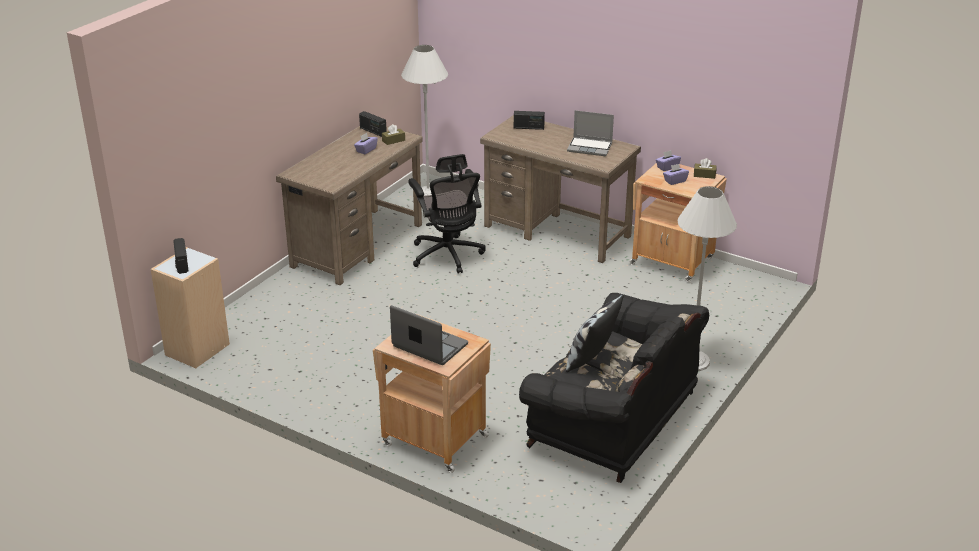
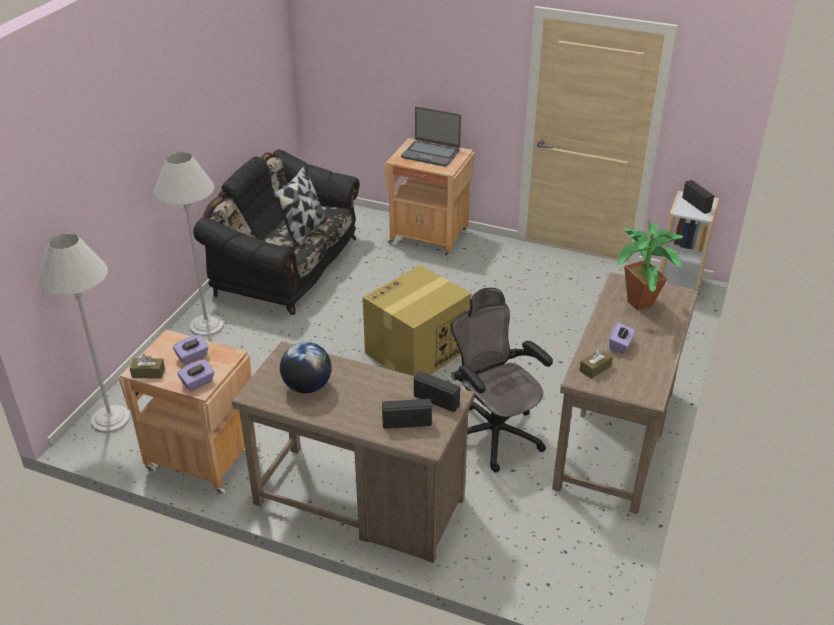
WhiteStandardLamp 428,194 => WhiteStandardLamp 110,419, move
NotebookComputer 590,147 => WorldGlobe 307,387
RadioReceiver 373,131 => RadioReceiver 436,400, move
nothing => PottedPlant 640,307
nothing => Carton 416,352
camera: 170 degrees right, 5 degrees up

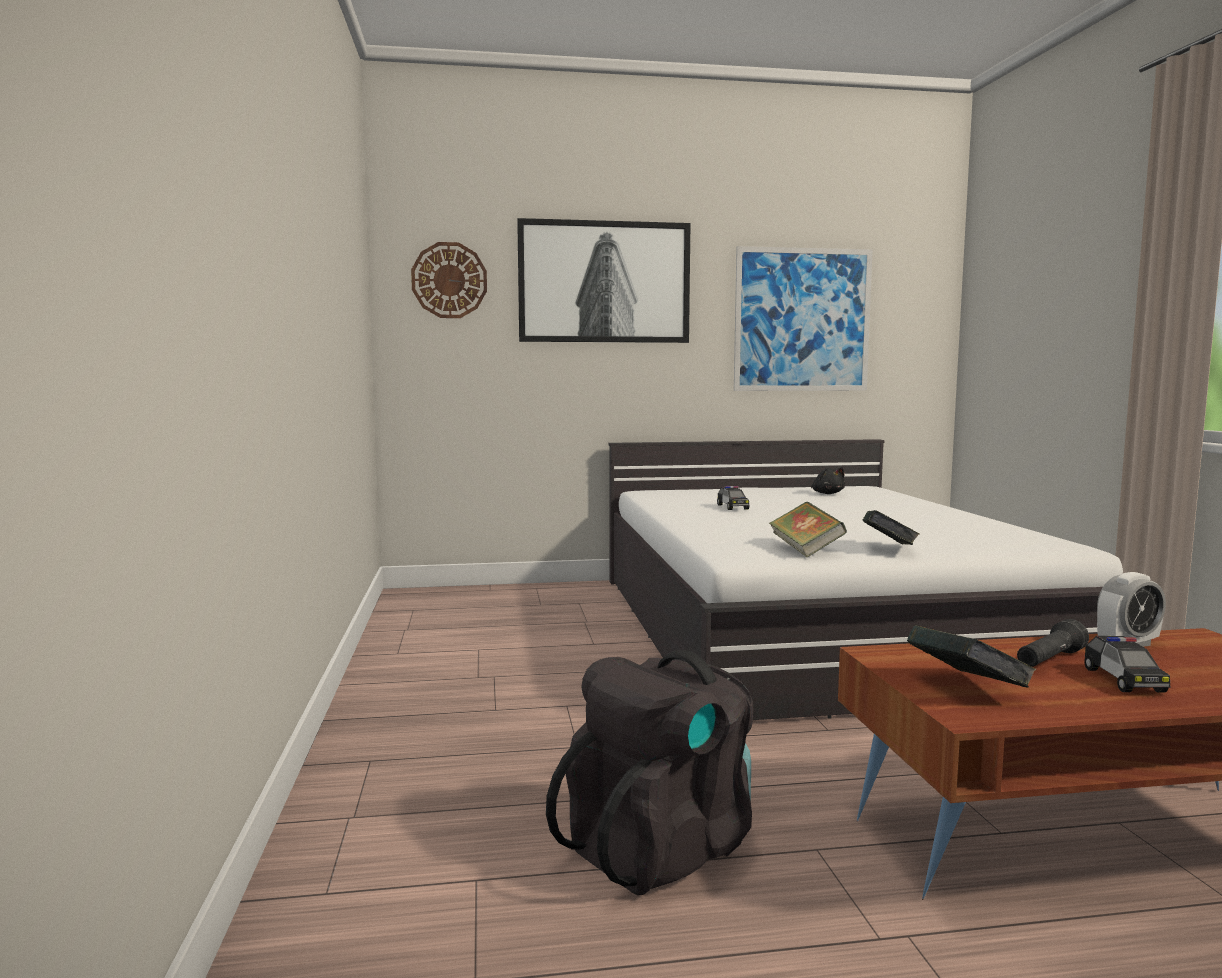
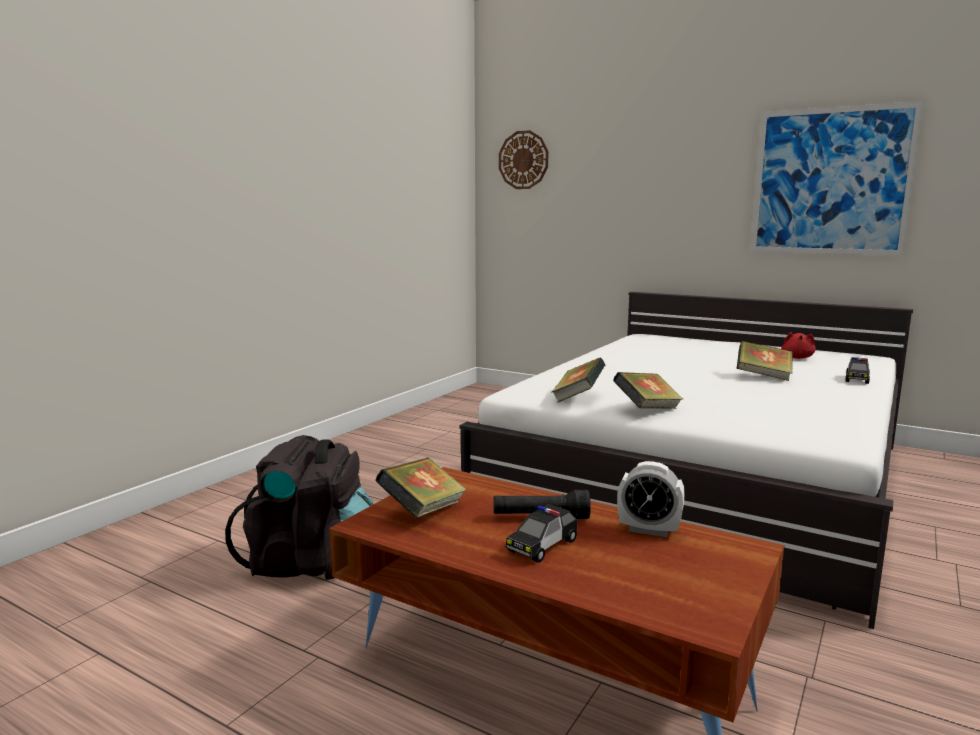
WallArt 604,282 => nothing
BlackColouredPlushToy 827,493 => ReddishPlushToy 797,358
ModelCar 732,507 => ModelCar 857,379, move
nothing => Volume 763,376
camera: 40 degrees right, 5 degrees up

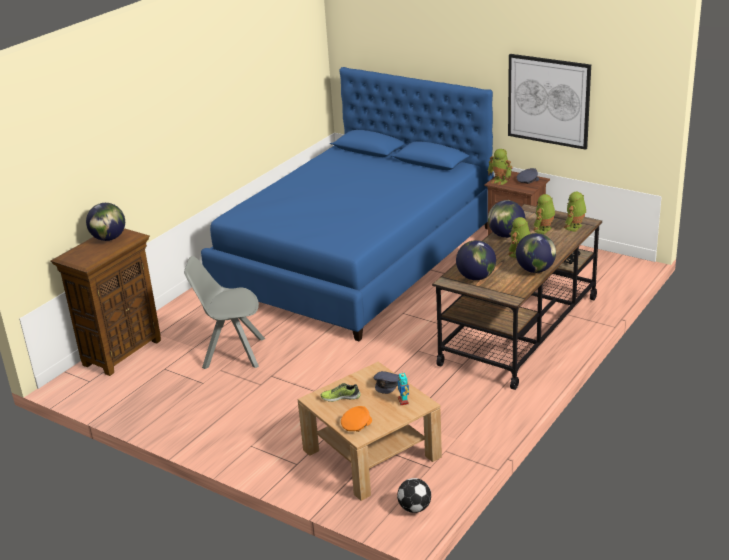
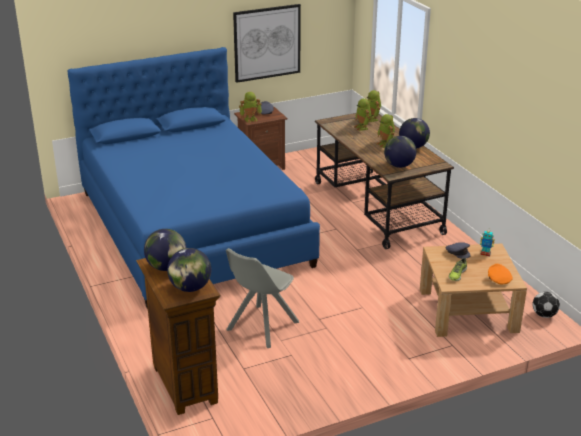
WorldGlobe 506,235 => WorldGlobe 190,288, move
camera: 60 degrees left, 0 degrees up

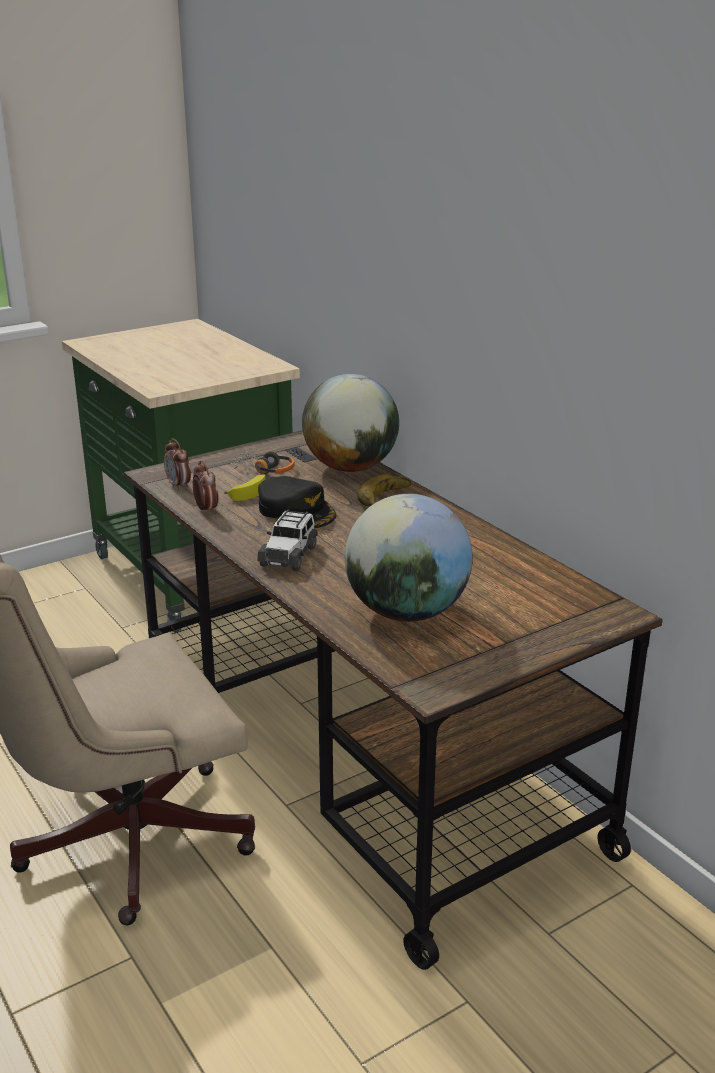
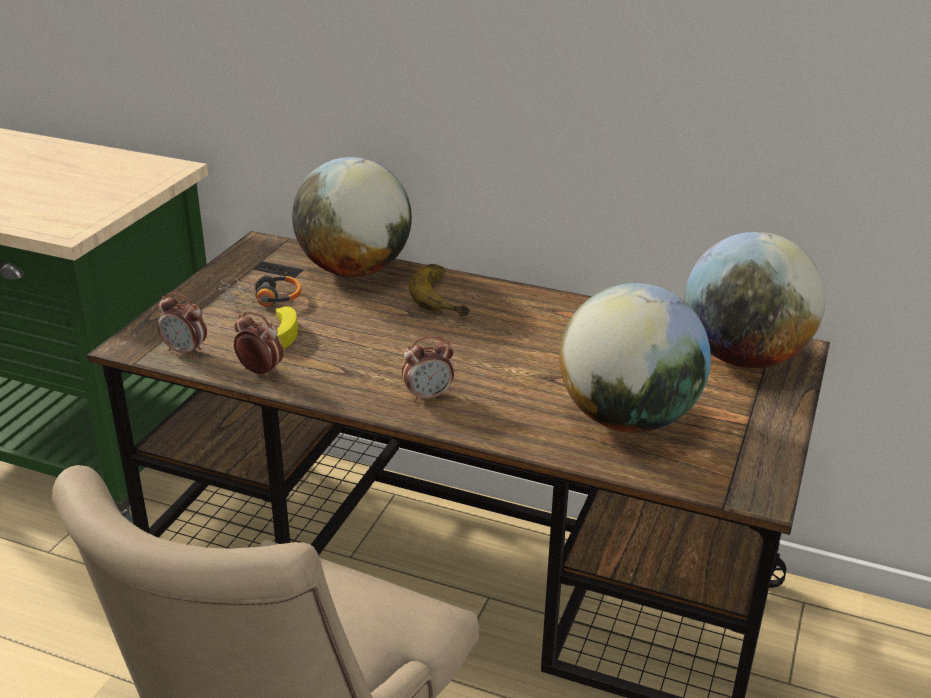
BlackColouredCap 296,511 => nothing
ModelCar 289,555 => TableClock 428,396
nothing => WorldGlobe 743,357
camera: 35 degrees left, 5 degrees up

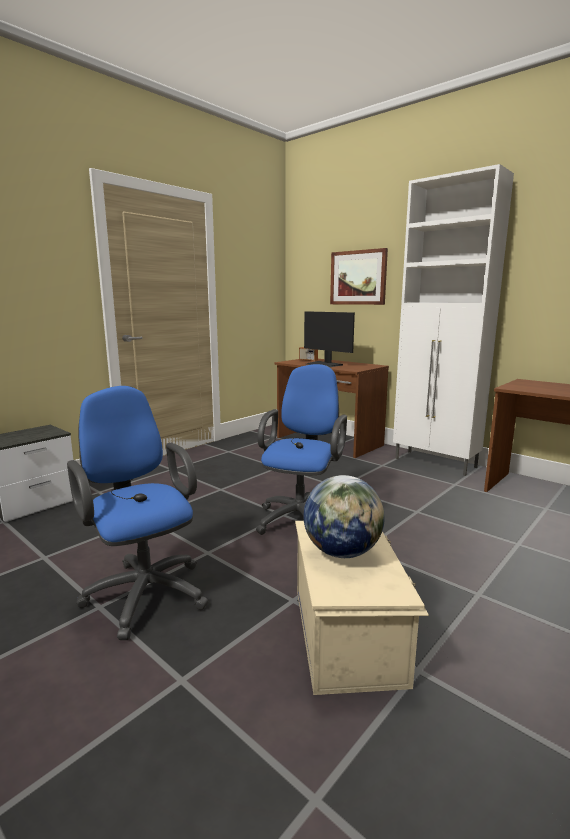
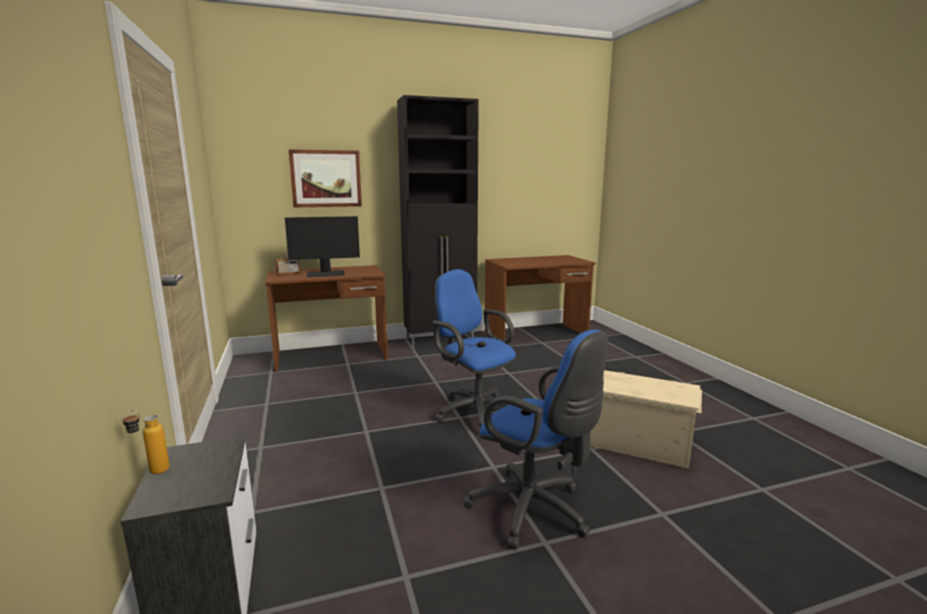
WhiteStorageCabinet 436,463 => BlackColouredStorageCabinet 441,341
BluishOfficeChair 144,591 => BluishOfficeChair 534,512, 135 degrees counterclockwise
WorldGlobe 342,552 => nothing
nothing => DrinkBottle 151,472
camera: 60 degrees left, 0 degrees up

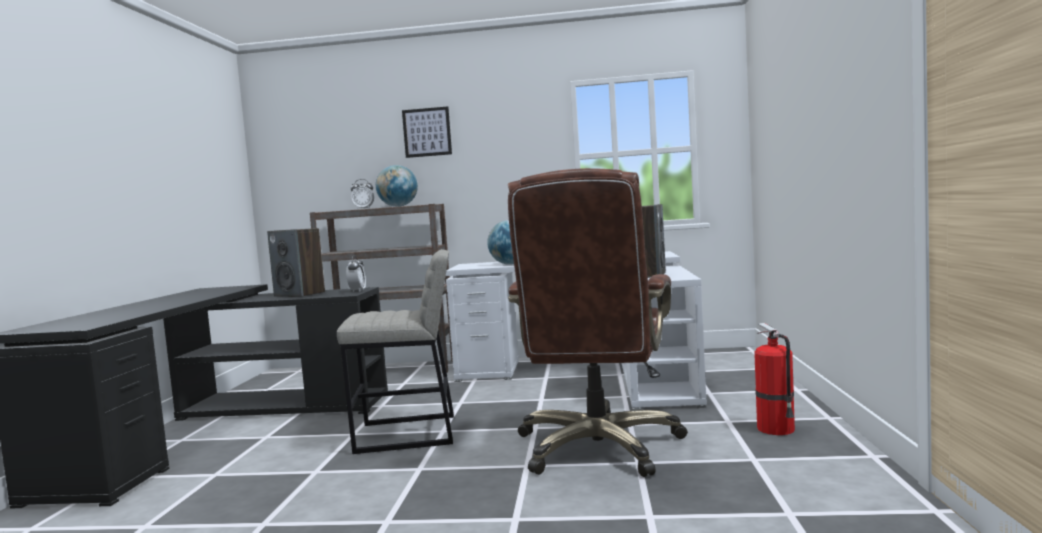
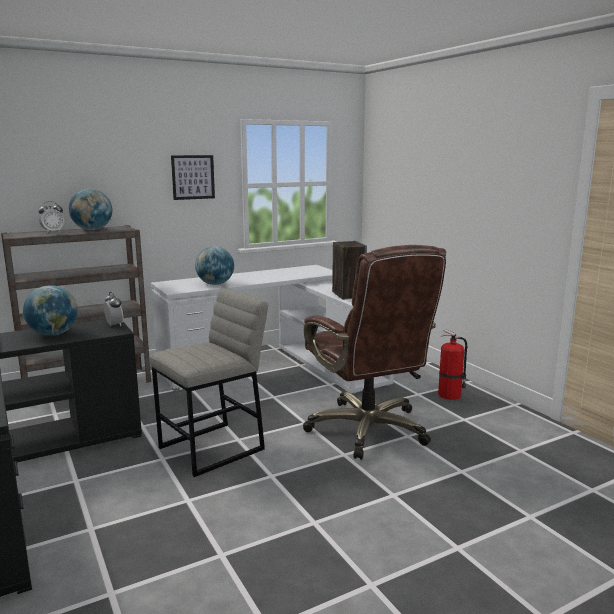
WallArt 427,132 => WallArt 193,177, move
Speaker 300,294 => WorldGlobe 53,334
camera: 35 degrees left, 10 degrees up

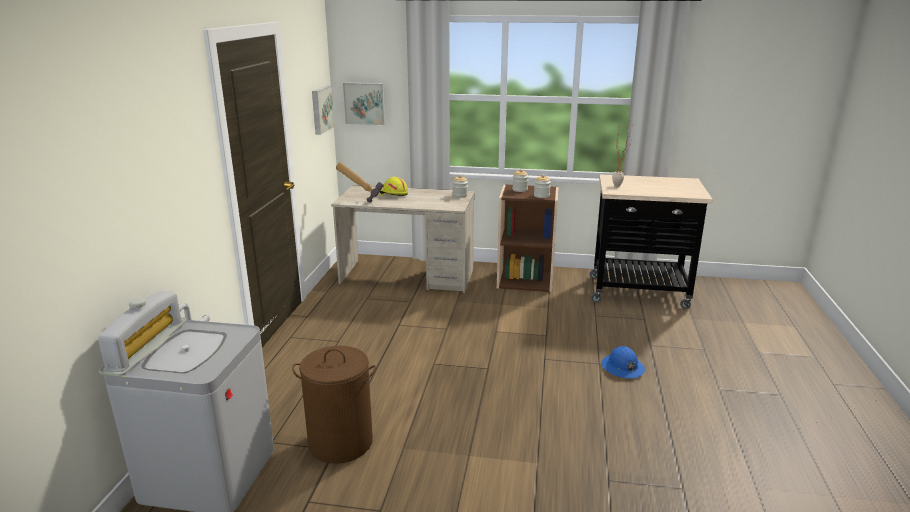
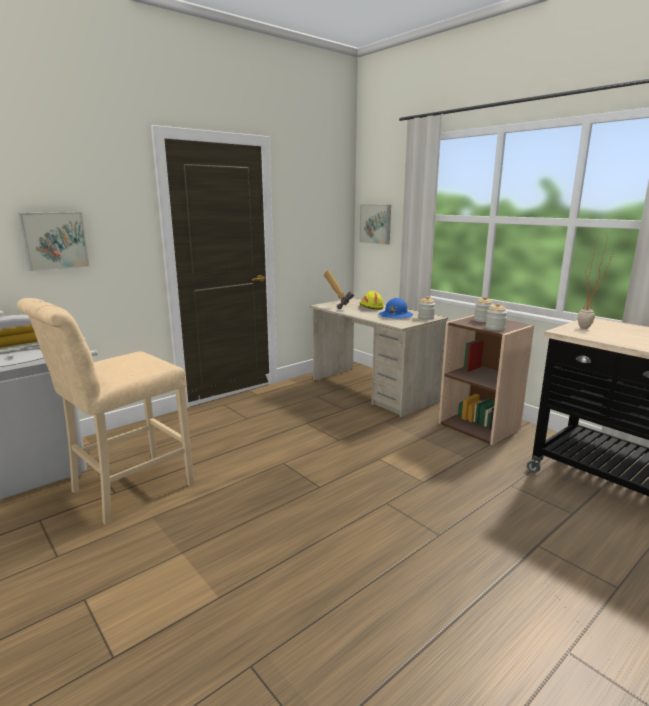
WallArt 321,109 => WallArt 54,240, move
BrownishLaundryBasket 340,443 => BeigeSittingStool 125,490
BluishSafetyHelmet 622,367 => BluishSafetyHelmet 395,315, move
camera: 40 degrees right, 5 degrees down

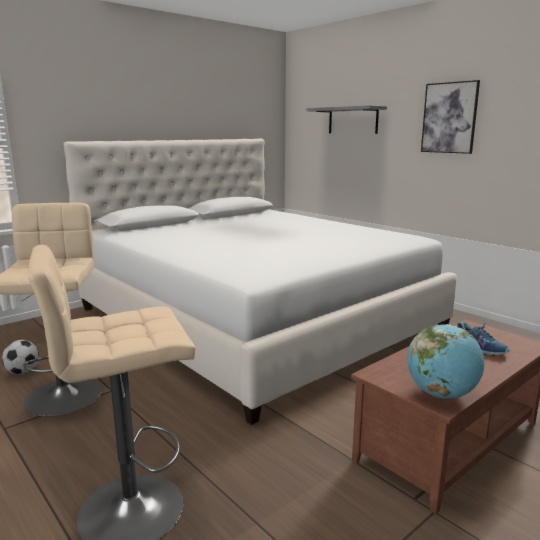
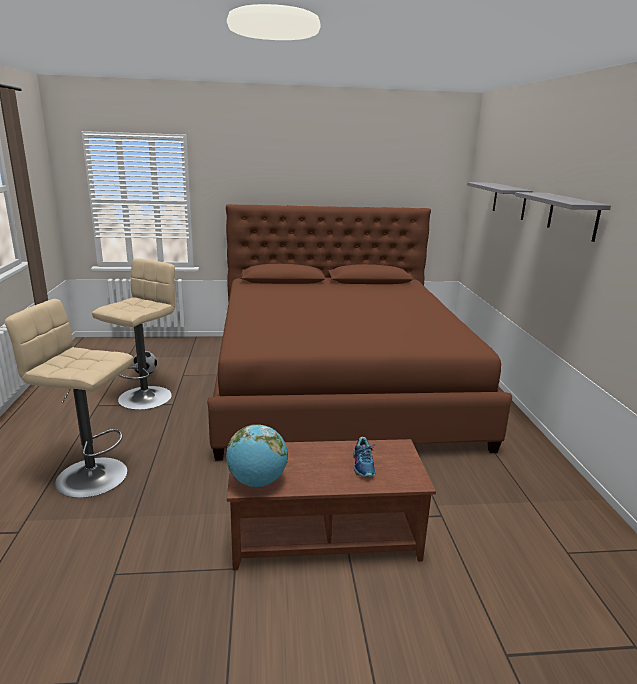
WallArt 449,118 => GrayBracketShelf 572,216
WhiteSleepingBed 255,318 => BrownishSleepingBed 338,383
camera: 35 degrees right, 5 degrees up

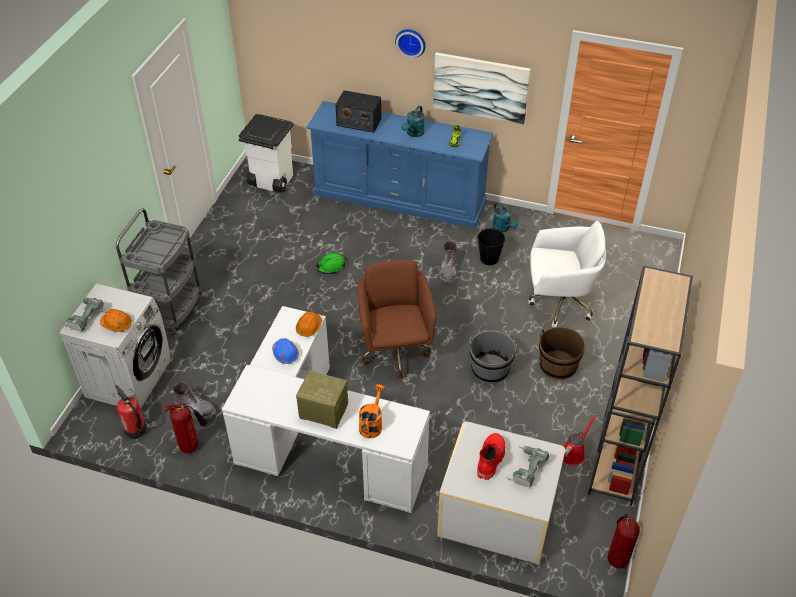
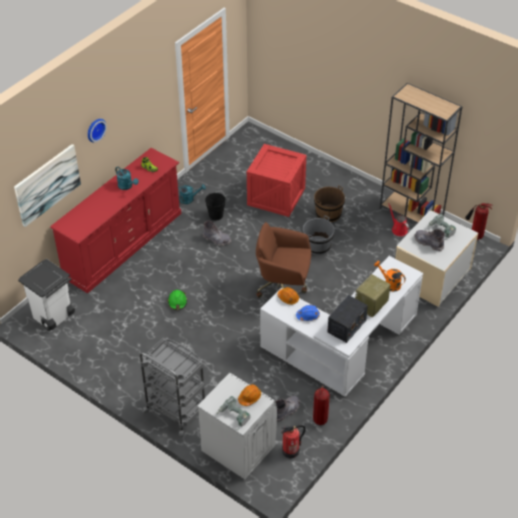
WallArt 480,87 => WallArt 47,184, move
RadioReceiver 358,122 => RadioReceiver 346,326, move
BluishStorageCabinet 400,198 => ReddishStorageCabinet 123,244
WhiteOfficeChair 558,305 => Crate 277,196
ReddishHighTopBoot 490,459 => GrayHighTopBoot 428,243
camera: 70 degrees left, 0 degrees up

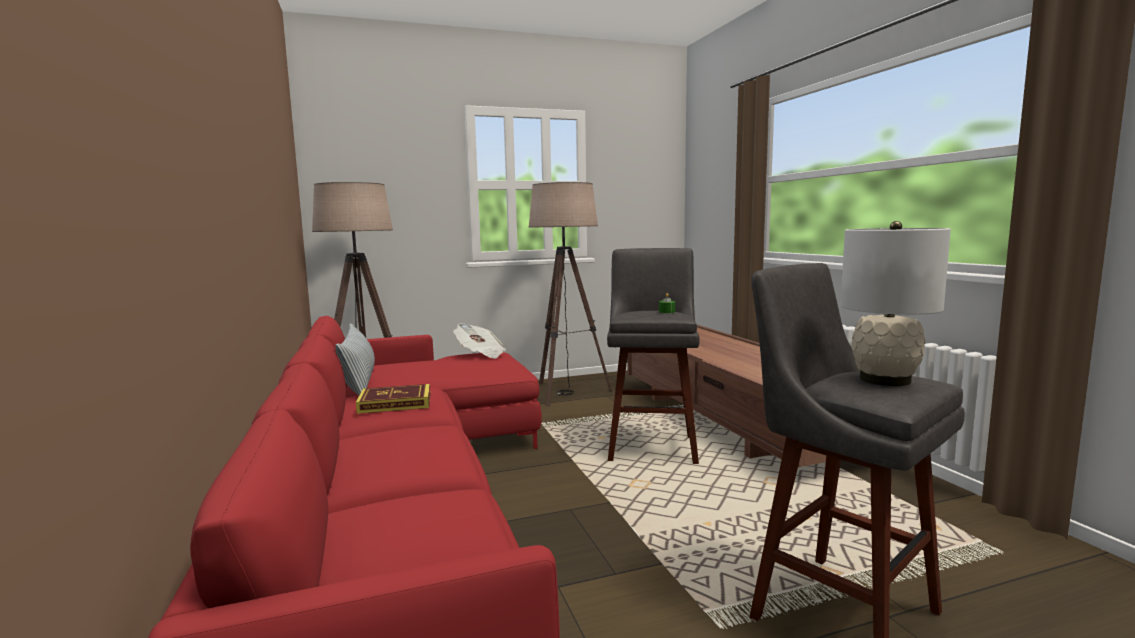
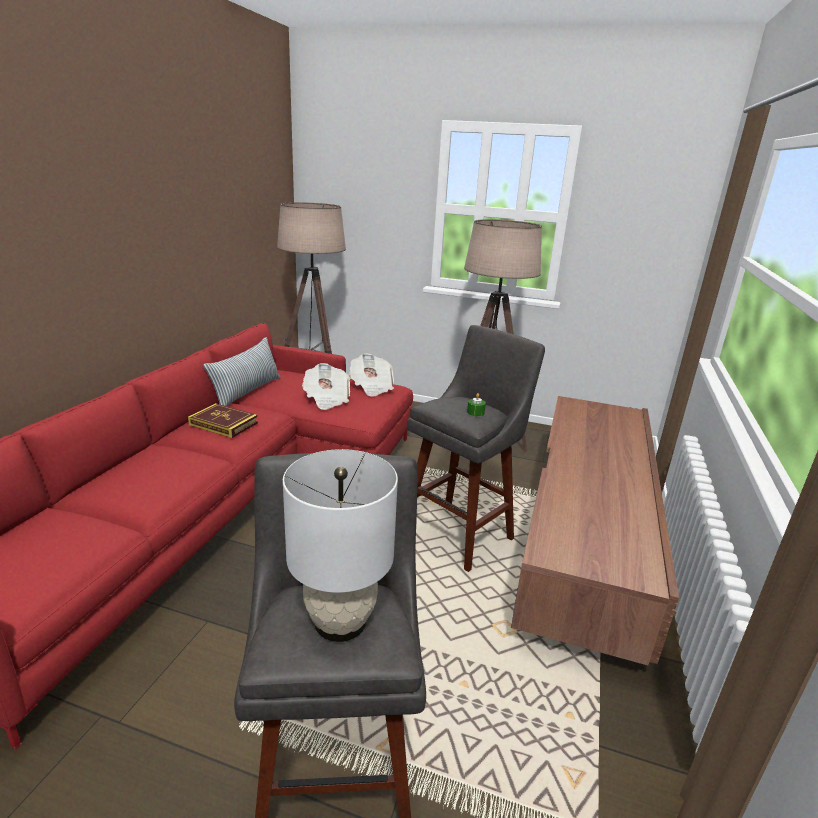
nothing => DailyPaper 326,399
camera: 35 degrees right, 15 degrees up

